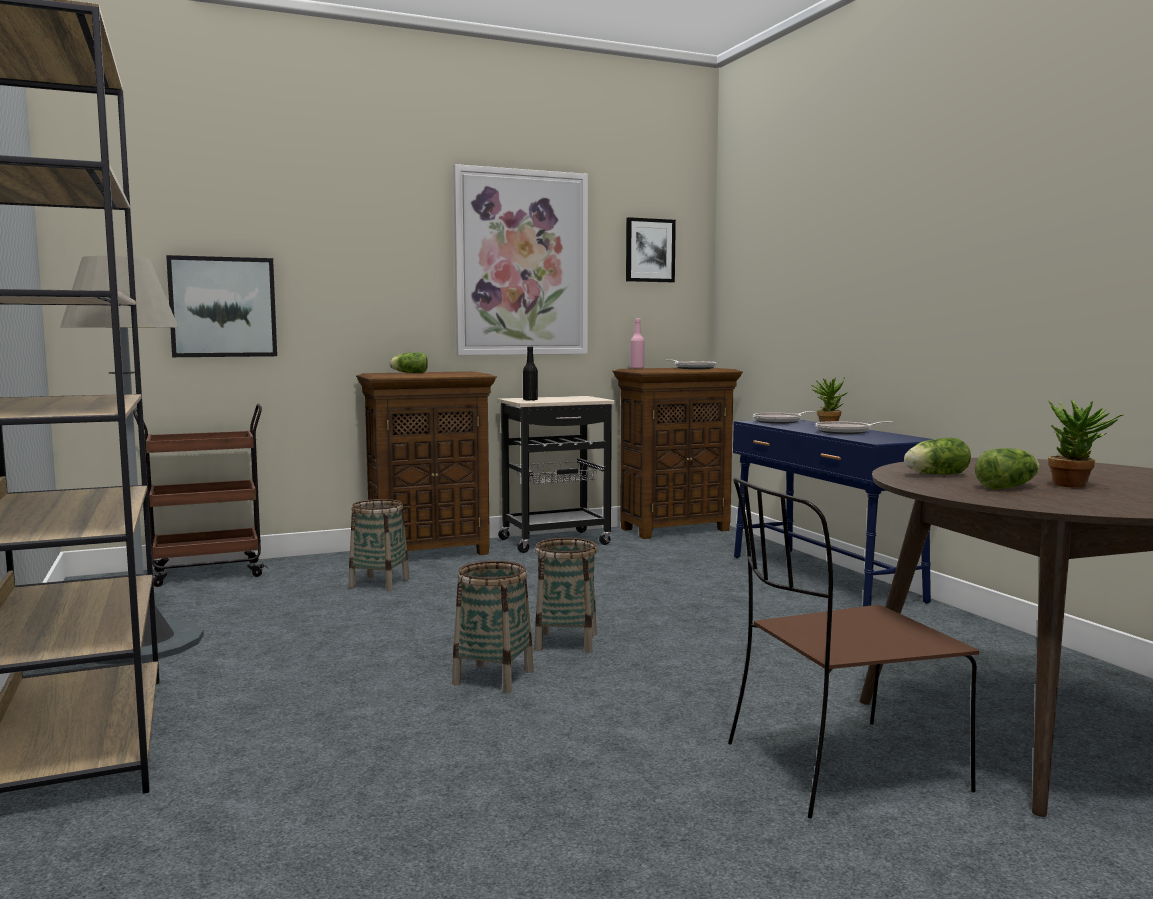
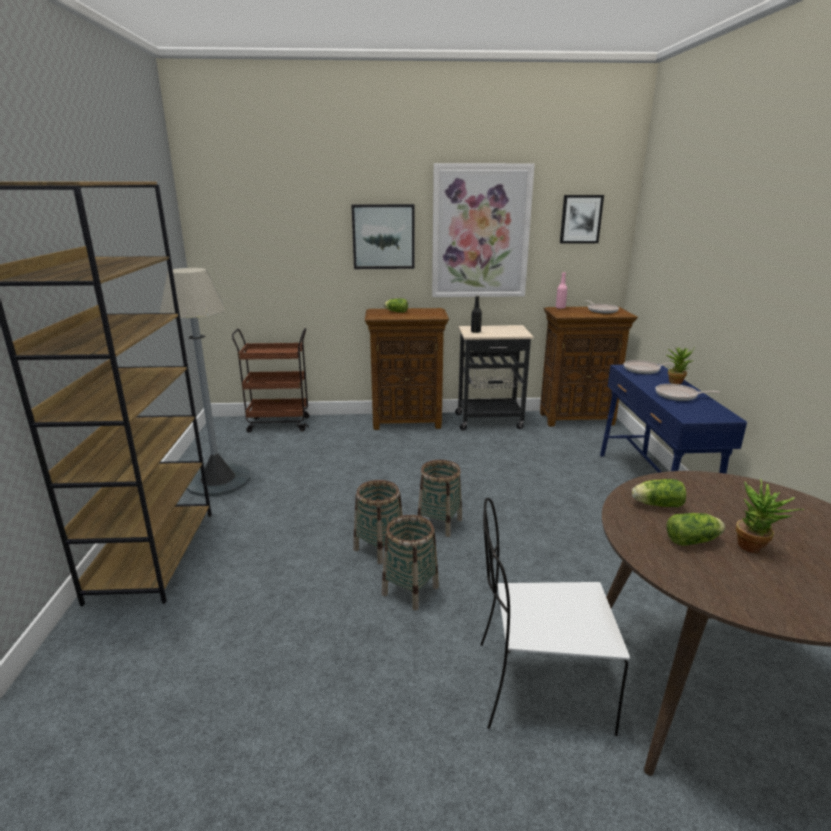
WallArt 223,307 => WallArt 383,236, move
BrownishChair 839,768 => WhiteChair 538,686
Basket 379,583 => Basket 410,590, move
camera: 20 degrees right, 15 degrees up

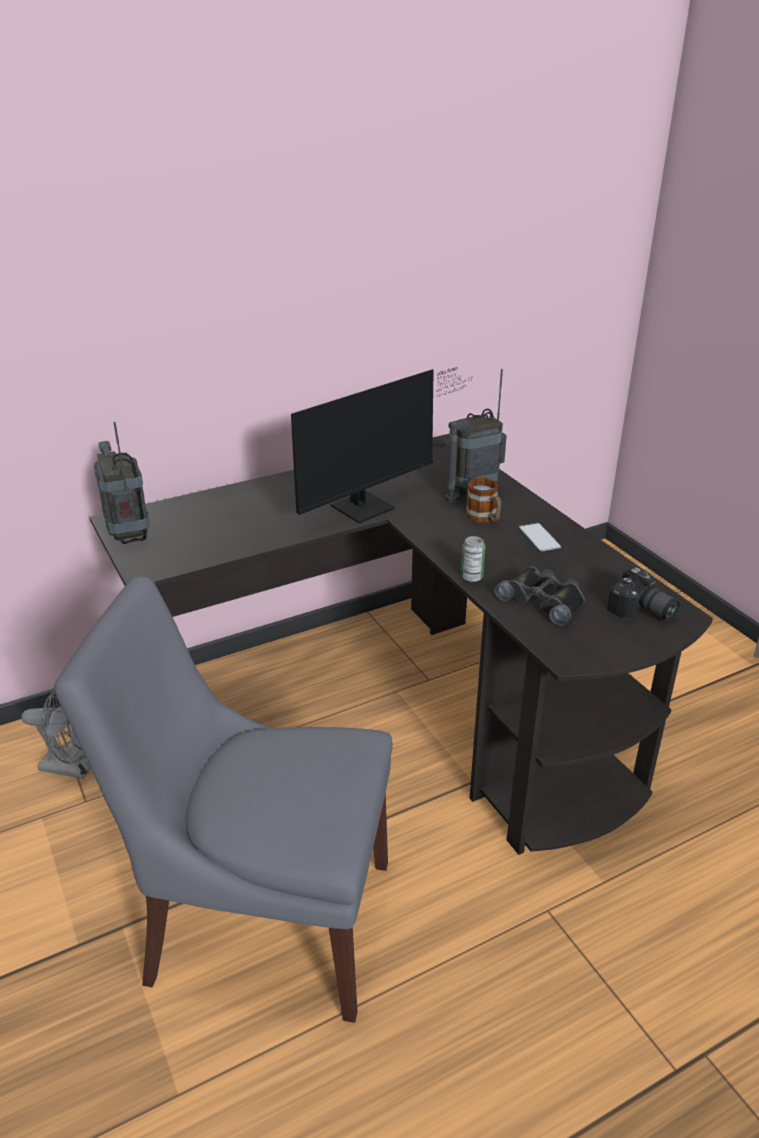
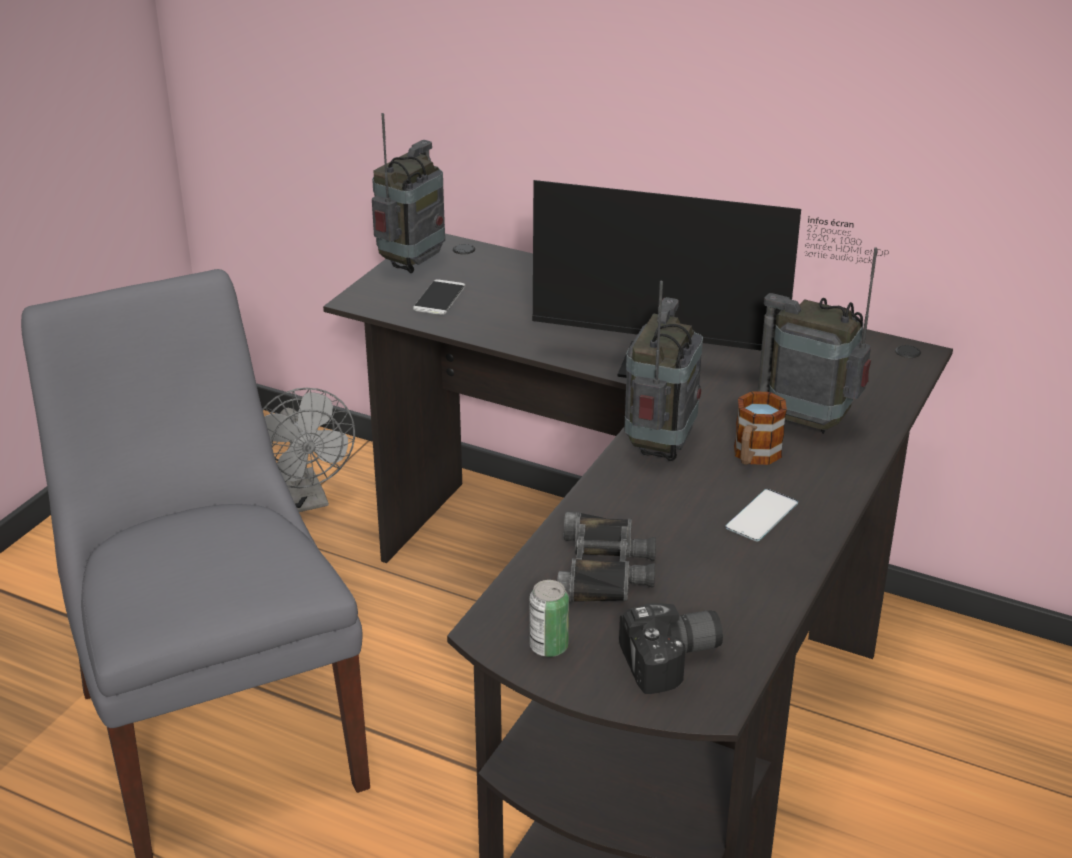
Can 471,577 => Can 548,647, move
PhotoCamera 641,612 => PhotoCamera 673,661, 120 degrees counterclockwise
nothing => Telephone 439,298
nothing => RadioReceiver 660,447
camera: 55 degrees right, 0 degrees up

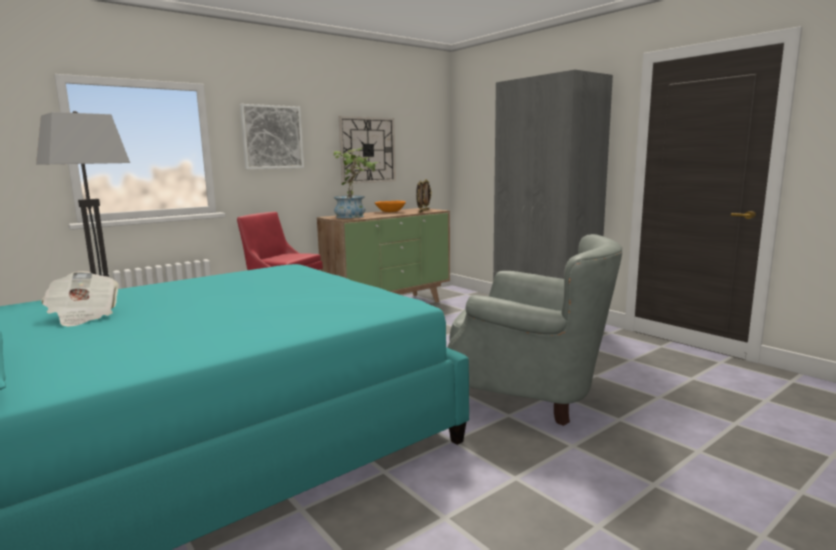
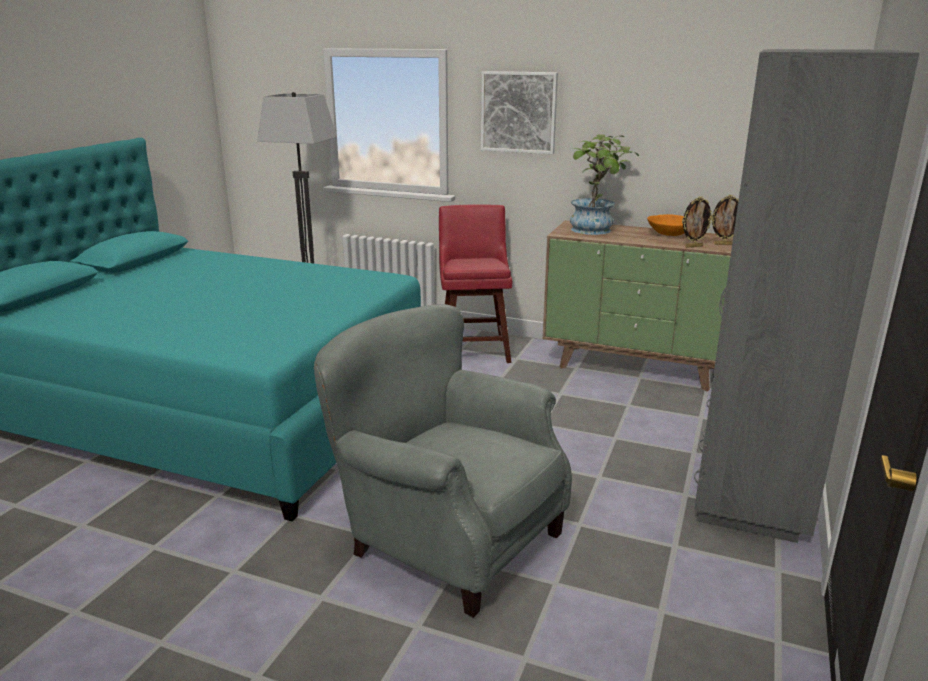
ClockOnTheWall 367,150 => nothing
GrayLoungeChair 530,392 => GrayLoungeChair 446,537, 135 degrees clockwise
DailyPaper 83,316 => nothing
camera: 60 degrees right, 10 degrees up

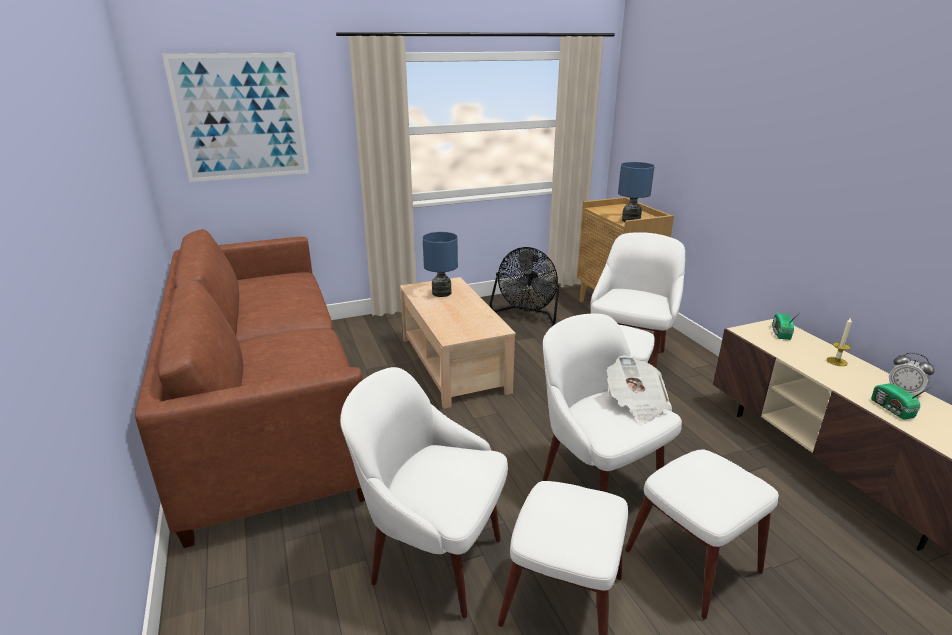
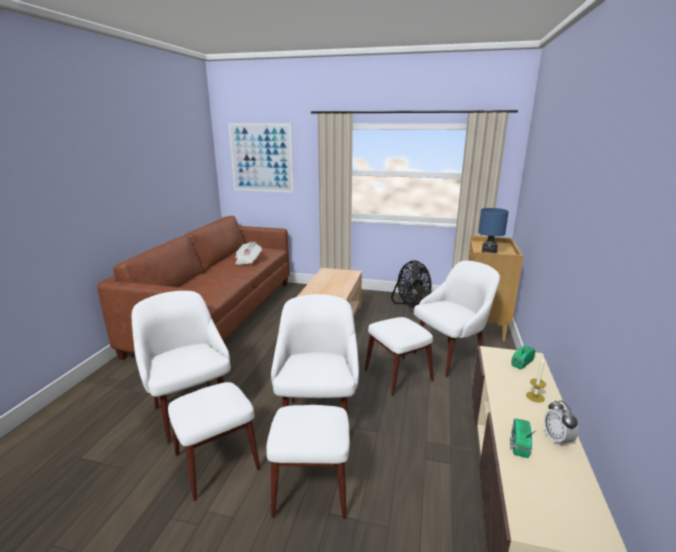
BluishTabletopLamp 441,293 => nothing
DailyPaper 636,403 => DailyPaper 247,261, move
camera: 35 degrees right, 5 degrees down

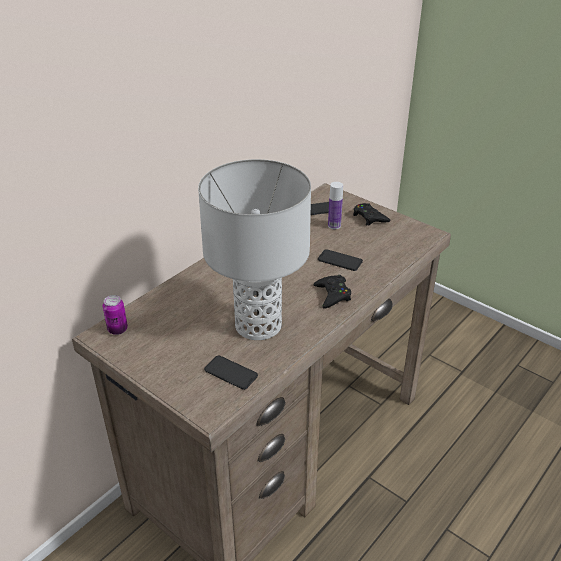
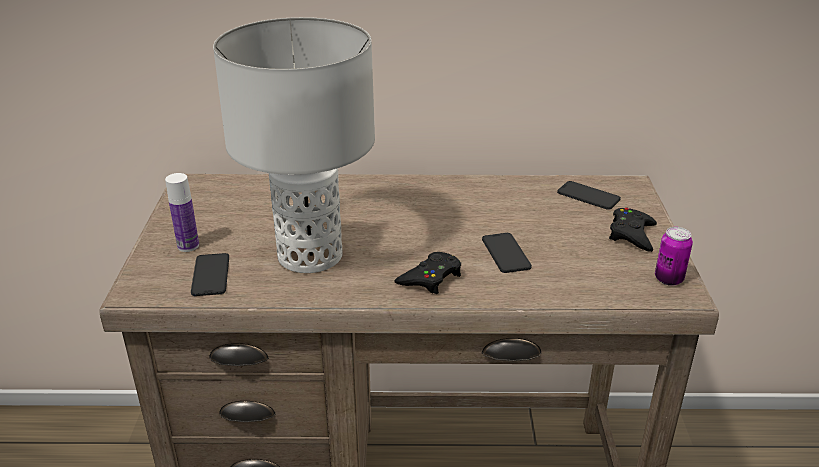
DrinkBottle 334,225 => DrinkBottle 188,246, move
Can 118,329 => Can 668,279, move
camera: 50 degrees right, 5 degrees down

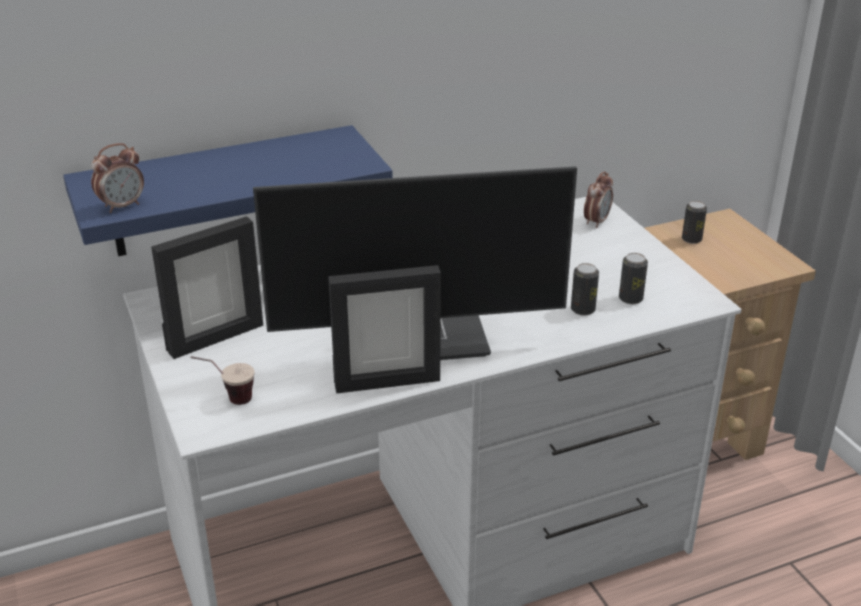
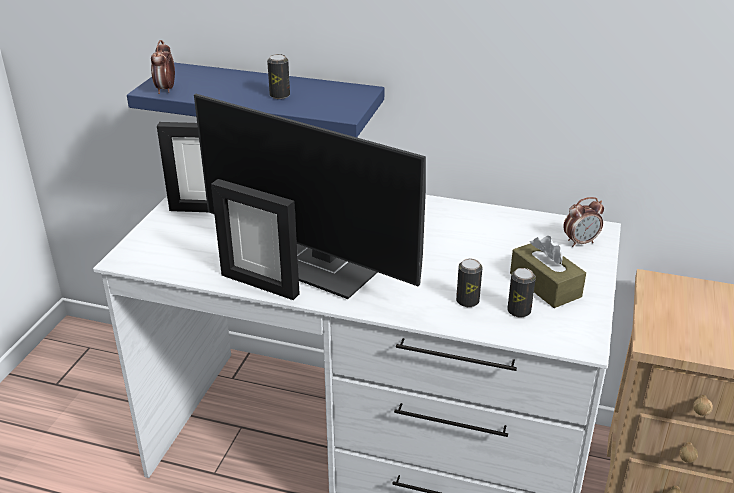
TableClock 122,206 => TableClock 166,90, 90 degrees clockwise
Can 691,239 => Can 280,95, move
SmallCup 227,399 => nothing
nothing => BrownishBoxOfTissues 545,285
camera: 40 degrees right, 0 degrees up

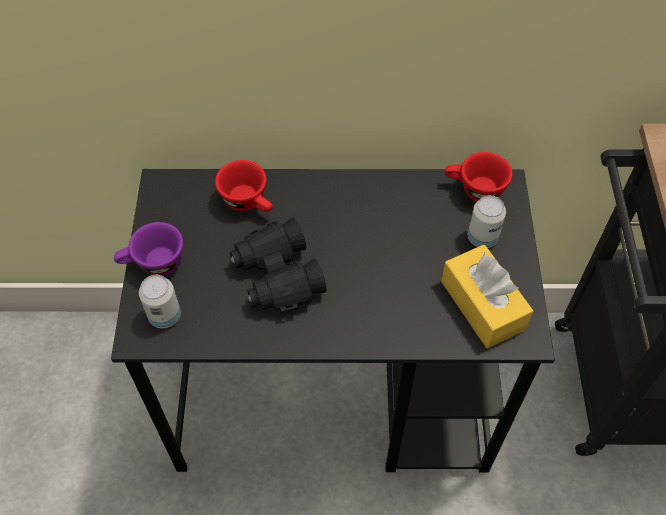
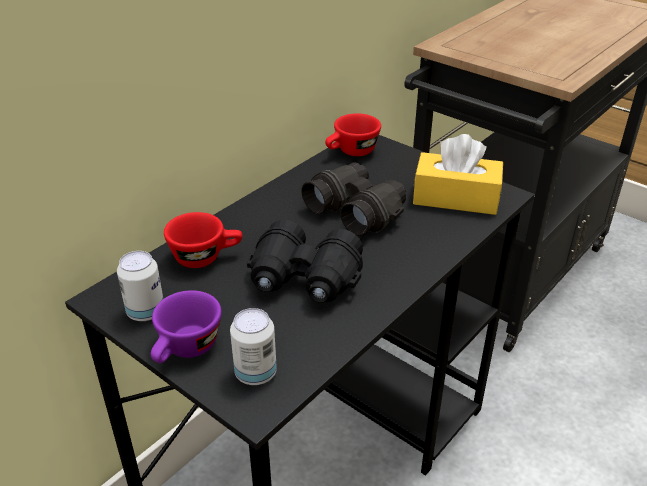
Can 482,238 => Can 146,312, move
nothing => BlackColouredBinoculars 356,210
camera: 50 degrees left, 20 degrees down

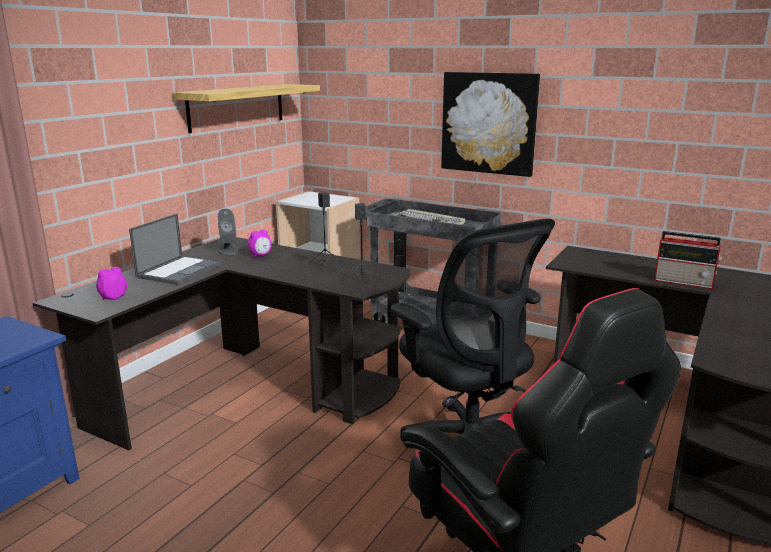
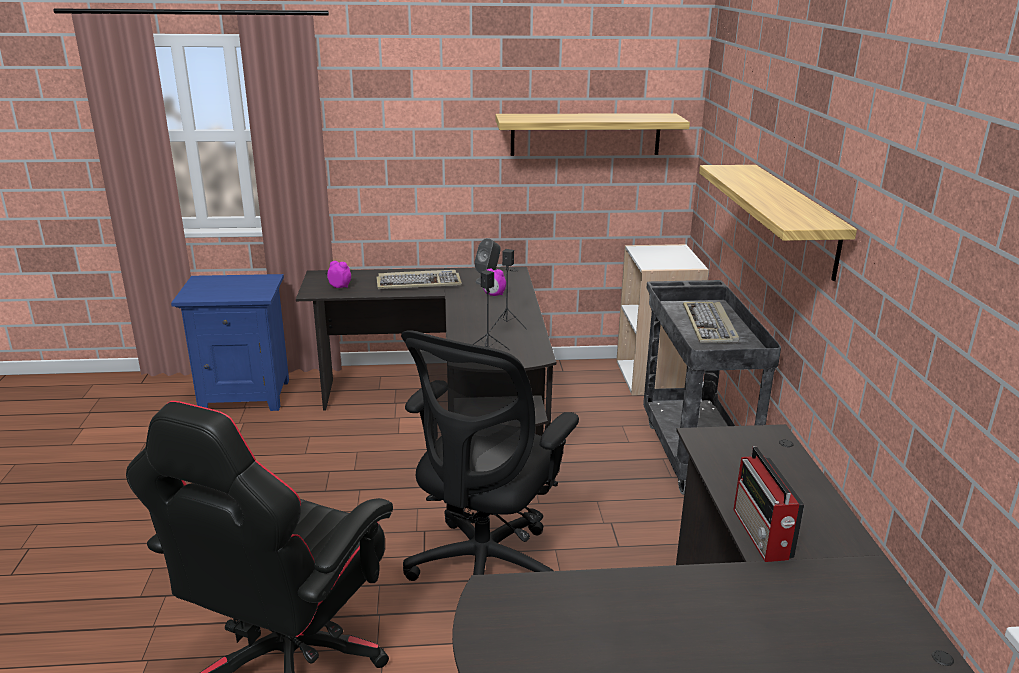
WallArt 489,123 => BracketShelf 795,219
NotebookComputer 180,270 => Keyboard 419,283
camera: 55 degrees right, 5 degrees up

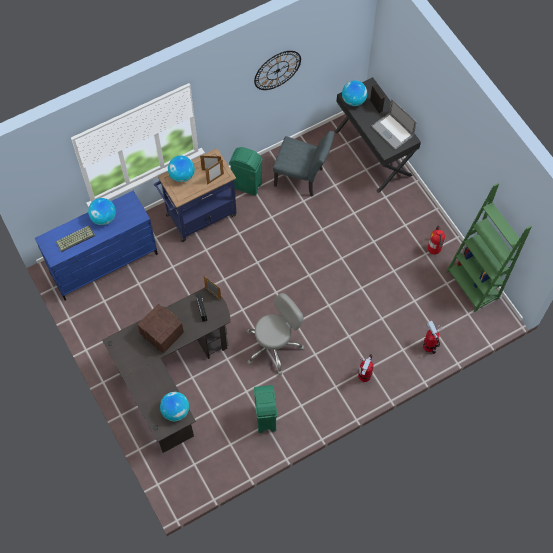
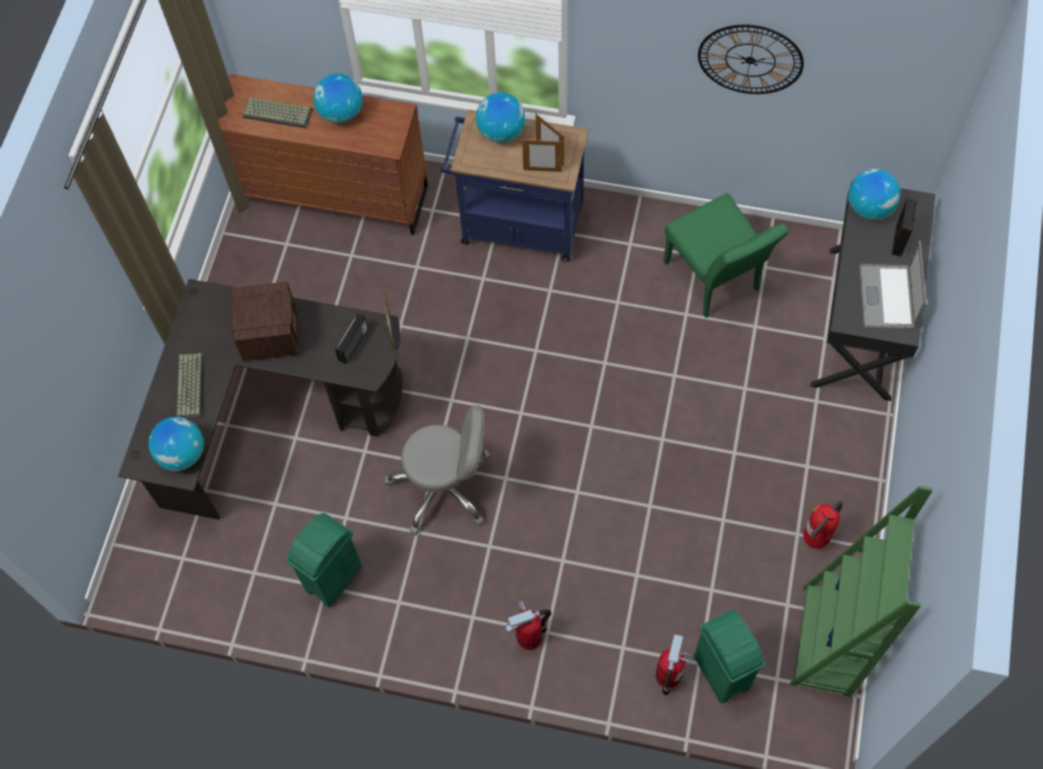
GrayChair 302,178 => GreenChair 716,281
GreenTrashCan 247,186 => GreenTrashCan 721,673, move
BluishDrawerChest 104,263 => BrownishDrawerChest 334,194
nothing => Keyboard 191,387
camera: 45 degrees right, 0 degrees up

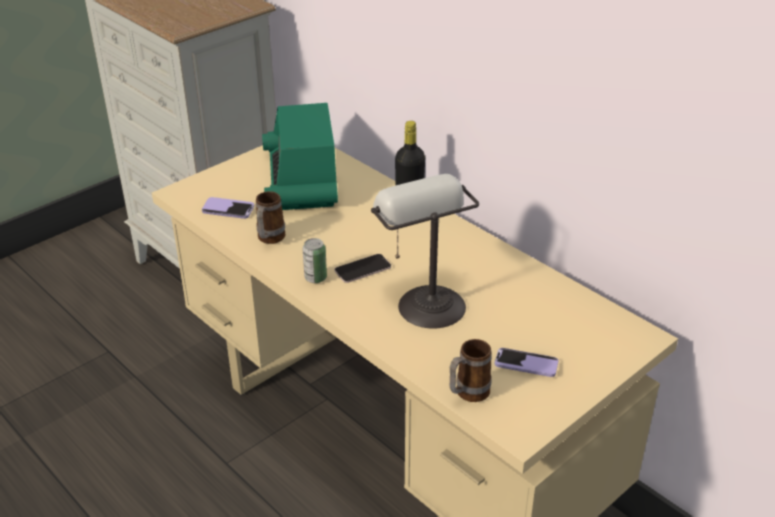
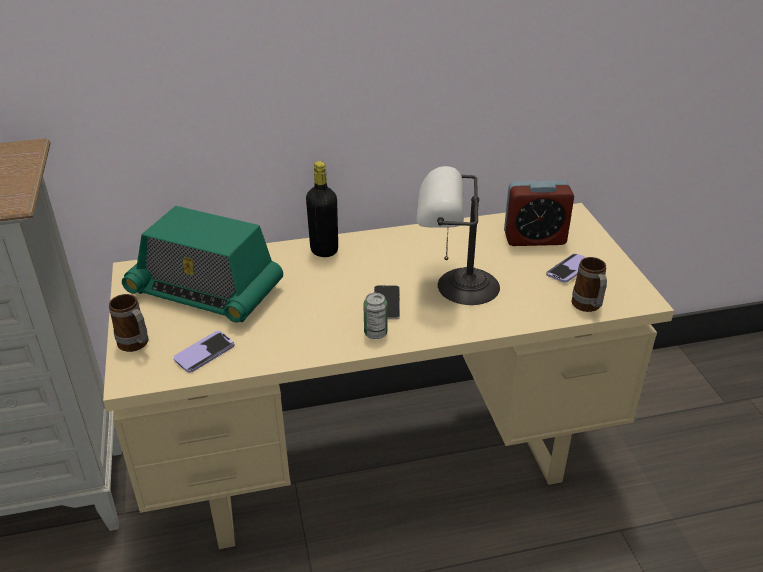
Mug 269,240 => Mug 136,345, move
nothing => TableClock 534,238
camera: 60 degrees left, 0 degrees up

